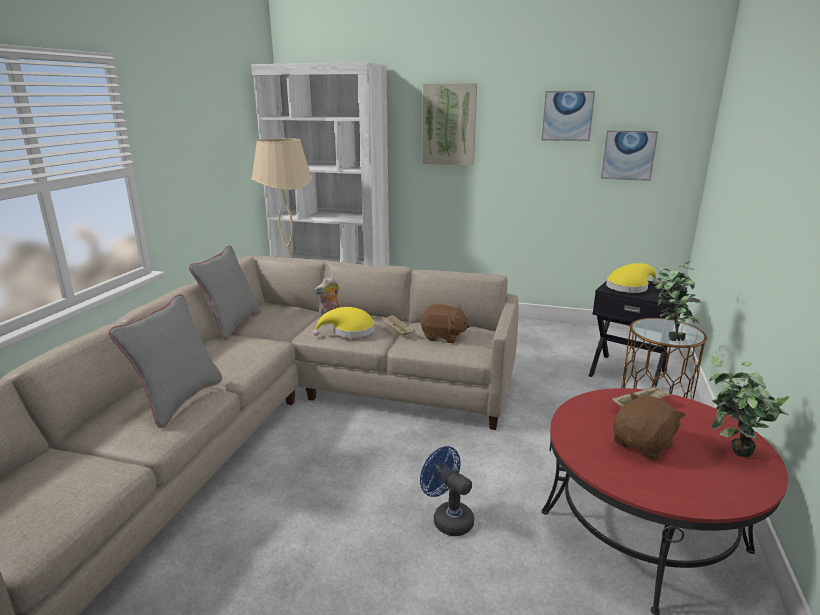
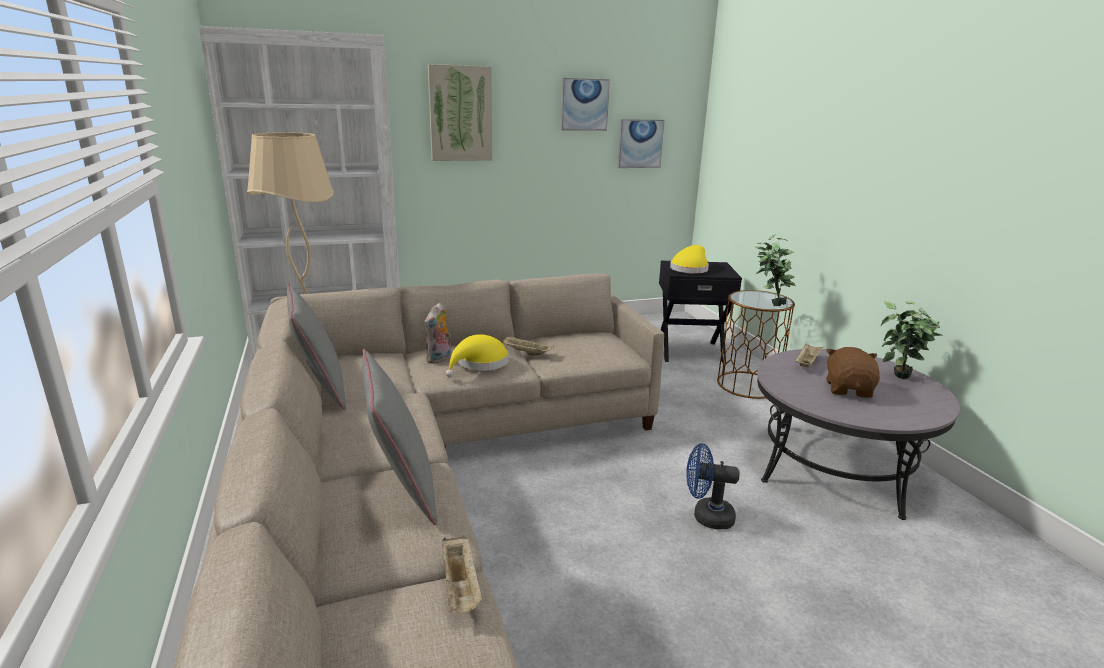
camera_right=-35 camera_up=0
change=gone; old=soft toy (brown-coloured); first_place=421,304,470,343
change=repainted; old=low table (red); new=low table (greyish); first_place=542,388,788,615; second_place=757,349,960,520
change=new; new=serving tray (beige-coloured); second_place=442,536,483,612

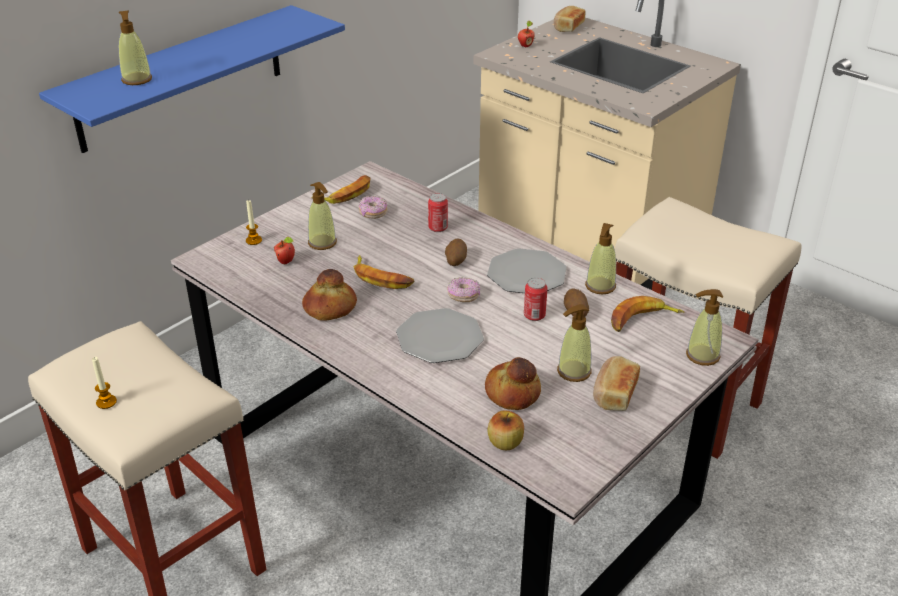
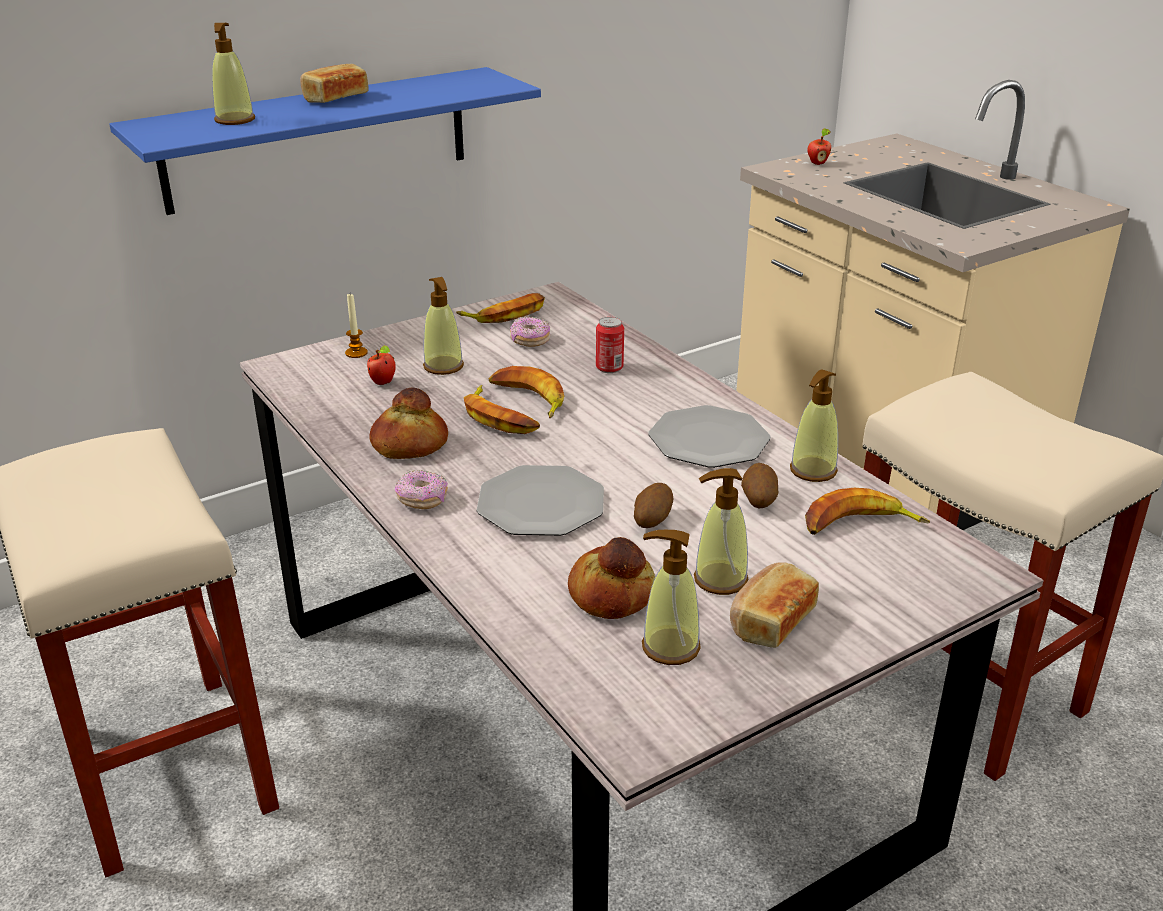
camera_right=15 camera_up=-5
change=shifted; old=bread; first_place=554,6,585,32; second_place=300,64,369,103
change=shifted; old=spud; first_place=445,239,467,266; second_place=634,483,673,528
change=shifted; old=donut; first_place=447,277,480,302; second_place=395,470,448,509
change=gone; old=sealed can; first_place=524,278,548,321
change=shifted; old=liquid soap bottle; first_place=686,289,723,366; second_place=642,530,701,665
change=gone; old=candle; first_place=92,357,117,409
change=gone; old=apple; first_place=488,410,524,450
change=new; new=whole banana; second_place=489,366,564,418

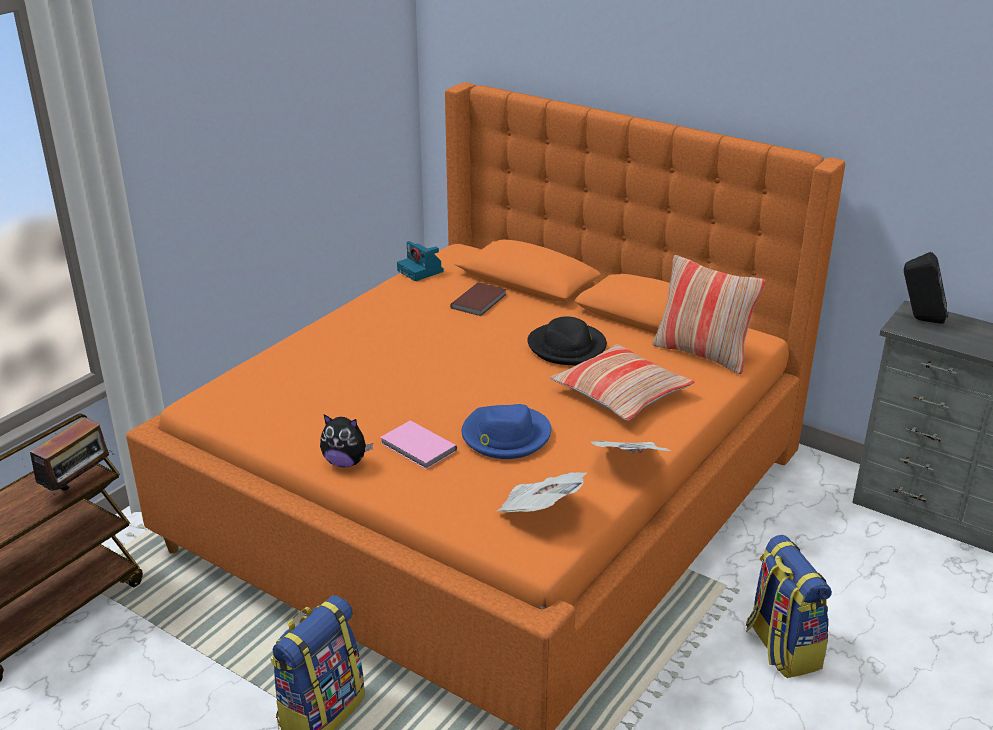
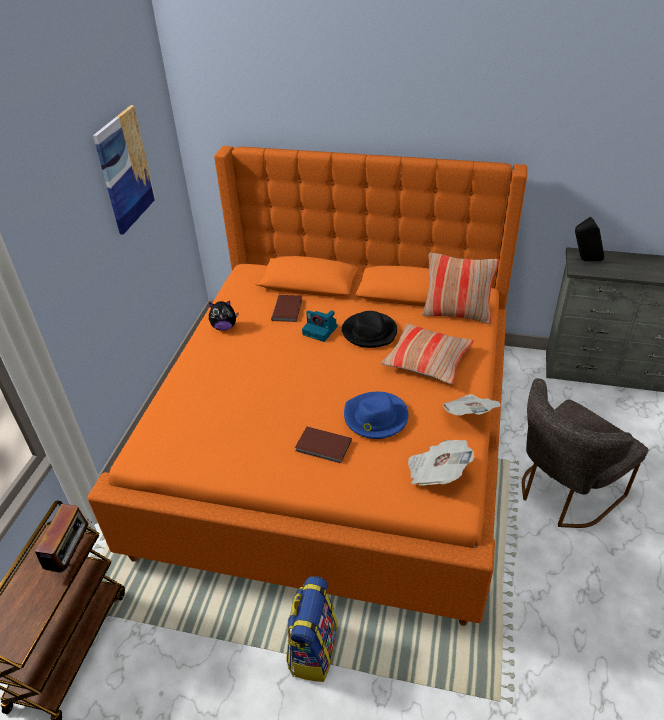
camera_right=-20 camera_up=10
change=shifted; old=still camera; first_place=397,241,444,281; second_place=302,310,338,342
change=shifted; old=soft toy; first_place=320,414,373,467; second_place=209,300,238,331
change=repainted; old=volume (pinkish); new=volume (brown-coloured); first_place=380,420,457,469; second_place=295,426,352,464
change=swapped; old=backpack; new=chair (greyish); first_place=746,535,832,678; second_place=522,378,649,528
change=new; new=wall art; second_place=93,105,155,235

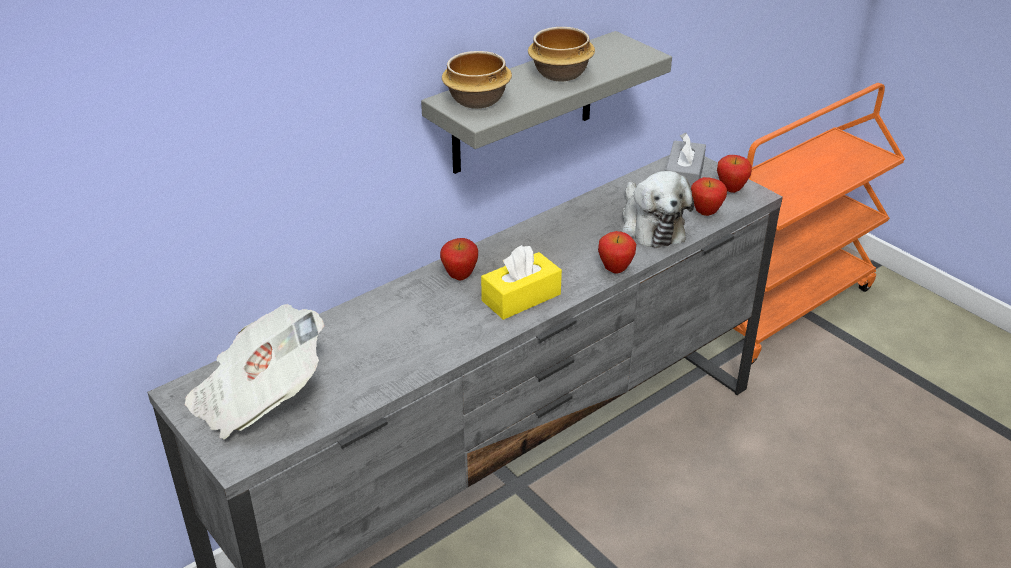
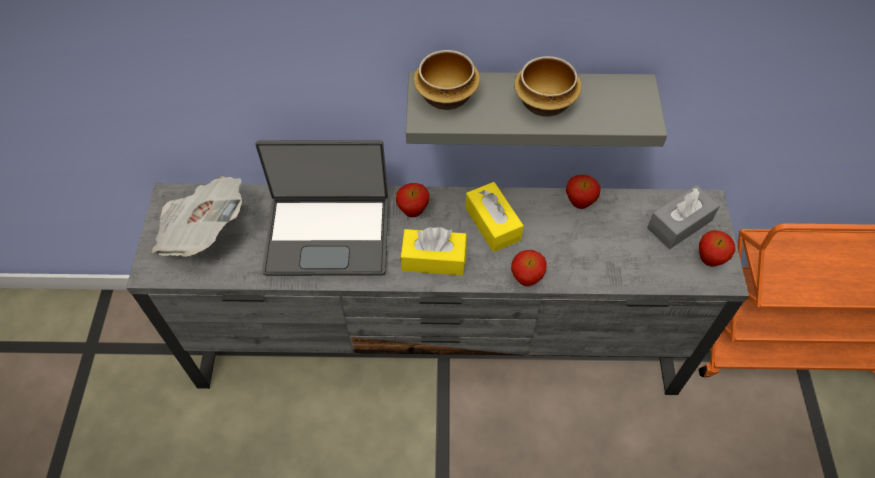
camera_right=40 camera_up=20
change=gone; old=soft toy; first_place=621,171,694,248
change=shifted; old=apple; first_place=691,177,727,216; second_place=566,175,601,209
change=new; new=notebook computer; second_place=256,140,388,276
change=new; new=box of tissues (yellow-coloured); second_place=465,182,524,252

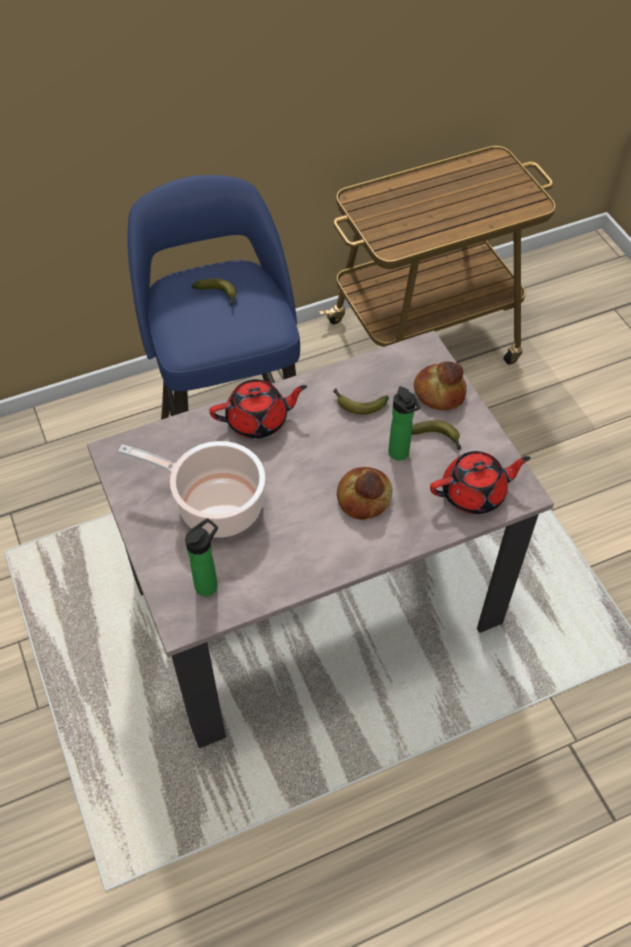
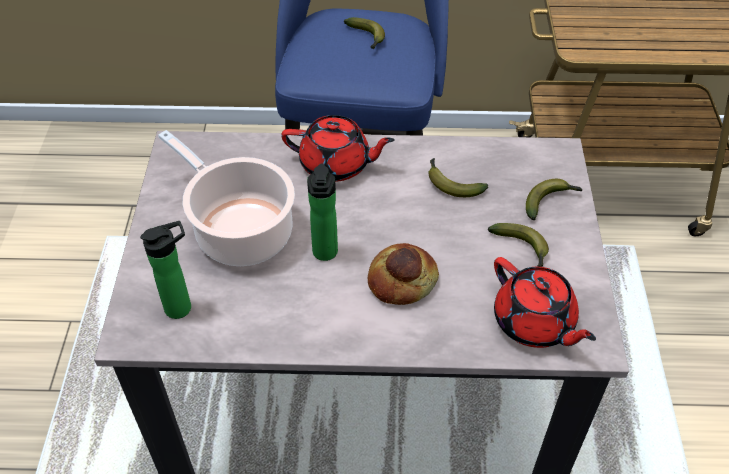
camera_right=25 camera_up=-5
change=swapped; old=bread; new=whole banana; first_place=414,361,467,410; second_place=526,179,582,220
change=shifted; old=beverage bottle; first_place=388,386,420,460; second_place=307,164,338,261
change=rotated; old=tea pot (red); first_place=430,451,531,514; second_place=494,257,596,348; degrees=45

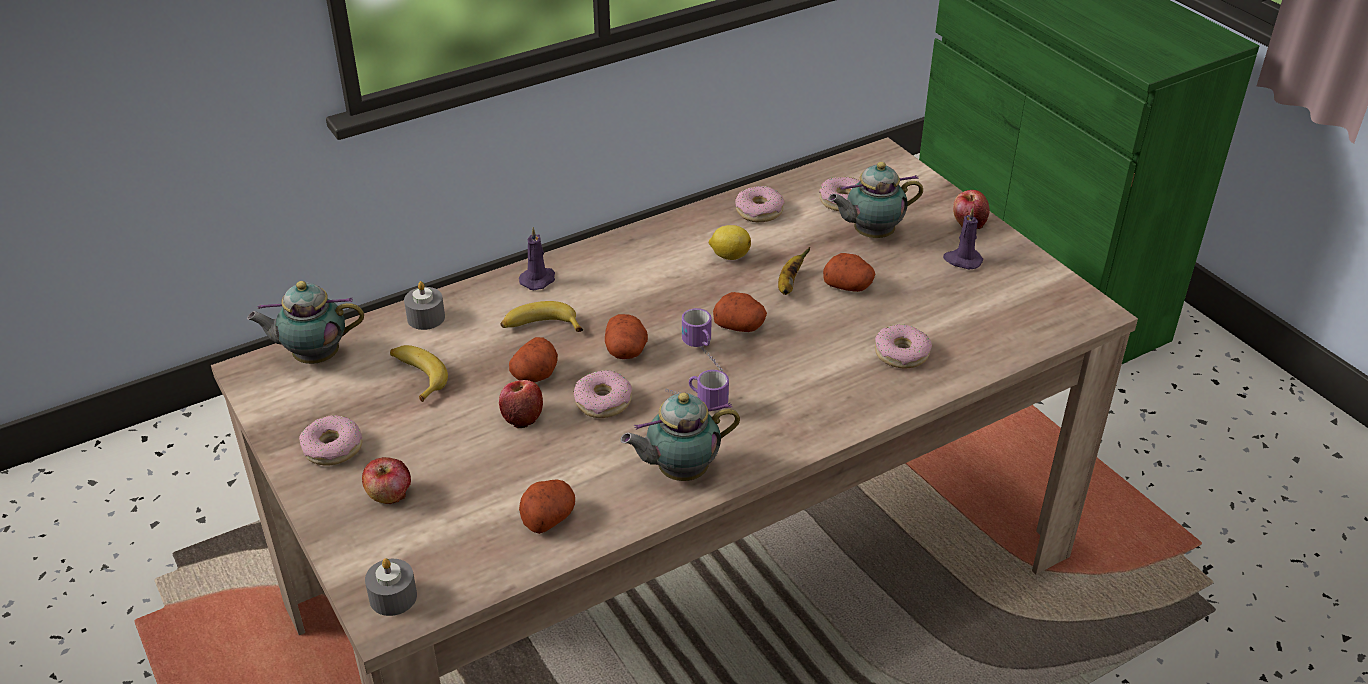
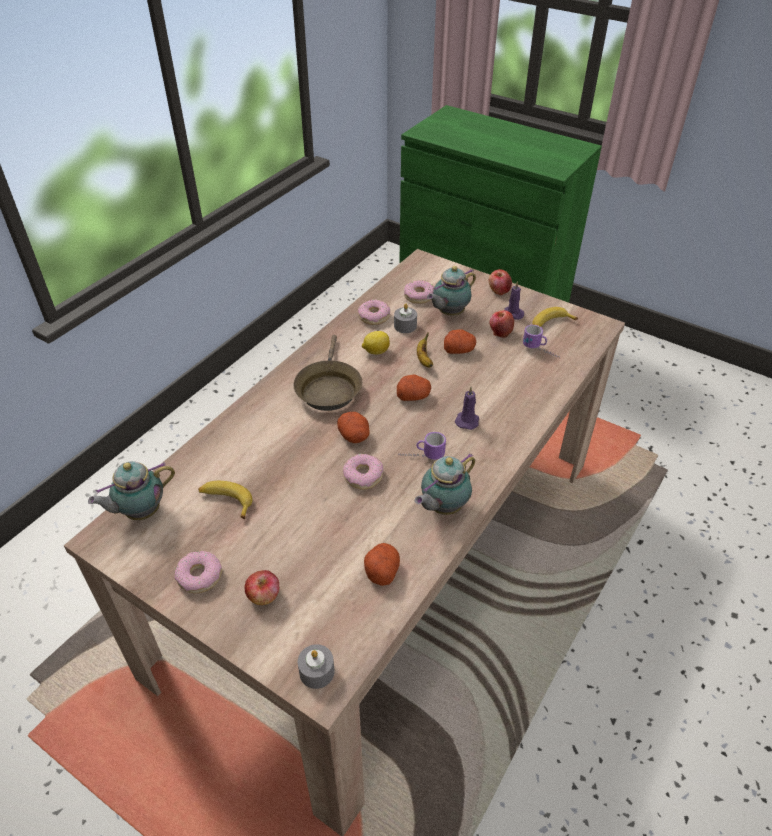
camera_right=-25 camera_up=5
change=shifted; old=candle (purple); first_place=519,227,555,290; second_place=455,387,479,430
change=shifted; old=candle (greyish); first_place=404,281,445,330; second_place=394,304,417,333
change=shifted; old=whole banana; first_place=500,301,583,332; second_place=532,307,578,327
change=shifted; old=mug; first_place=682,308,723,372; second_place=523,325,560,358
change=gone; old=donut; first_place=875,324,932,368
change=gone; old=spud; first_place=509,337,558,382
change=shifted; old=apple; first_place=499,380,543,428; second_place=490,310,514,338
change=new; new=pan (brown-coloured); second_place=294,335,362,411

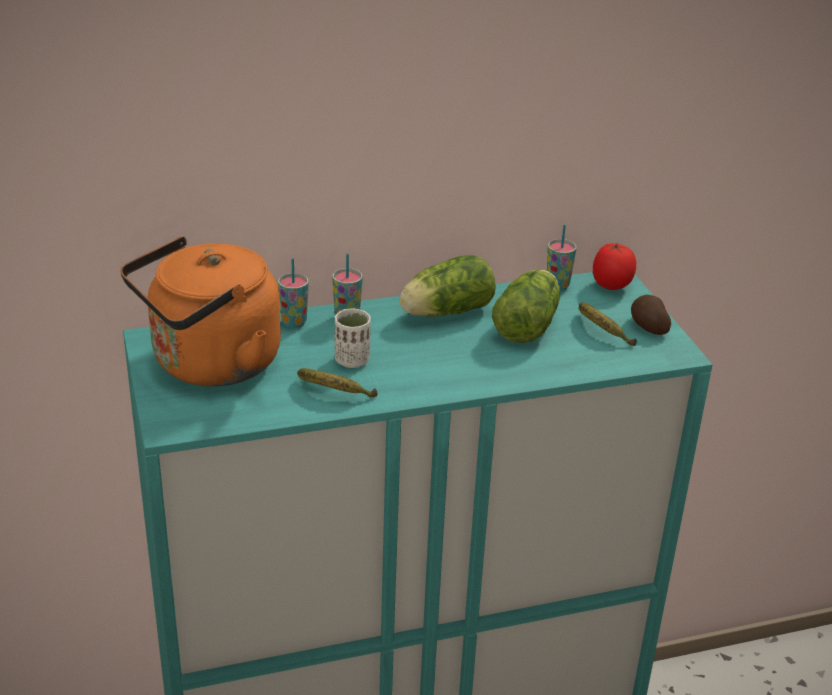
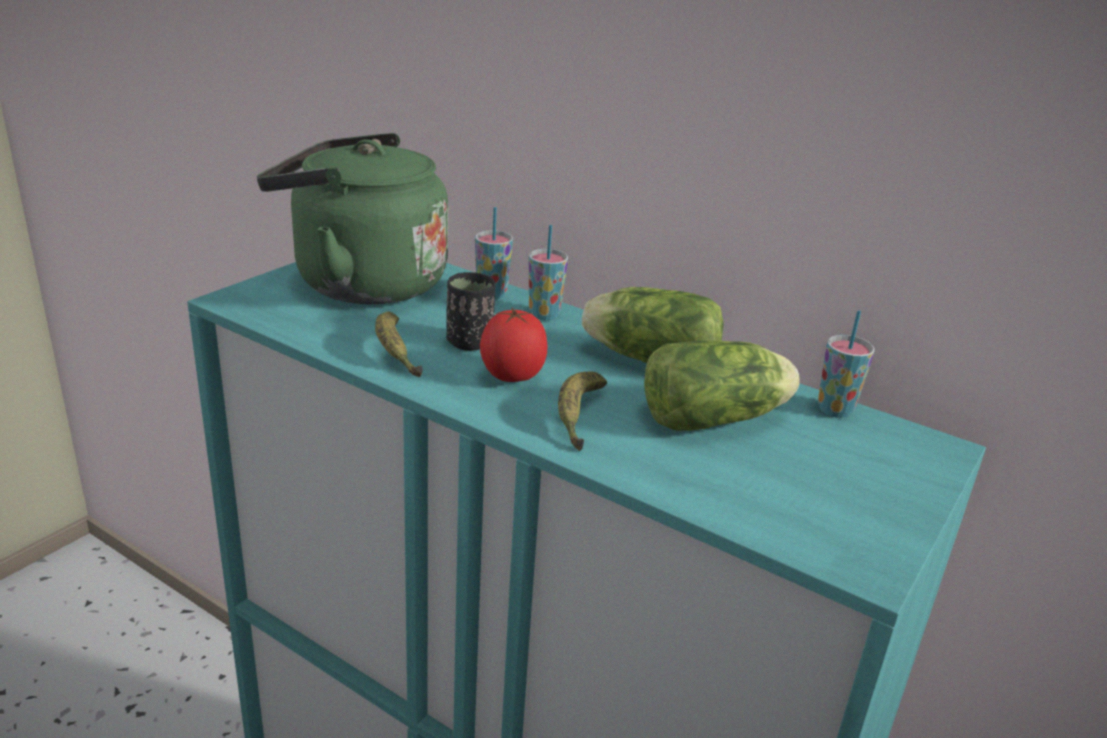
camera_right=50 camera_up=-5
change=repainted; old=kettle (orange); new=kettle (green-coloured); first_place=121,236,281,386; second_place=257,133,448,304
change=shifted; old=tomato; first_place=593,242,636,290; second_place=480,308,548,382
change=gone; old=spud; first_place=631,295,671,335
change=shifted; old=whole banana; first_place=579,302,637,346; second_place=558,371,607,451
change=repainted; old=drinking cup (white); new=drinking cup (blackish); first_place=334,309,371,368; second_place=446,272,496,351

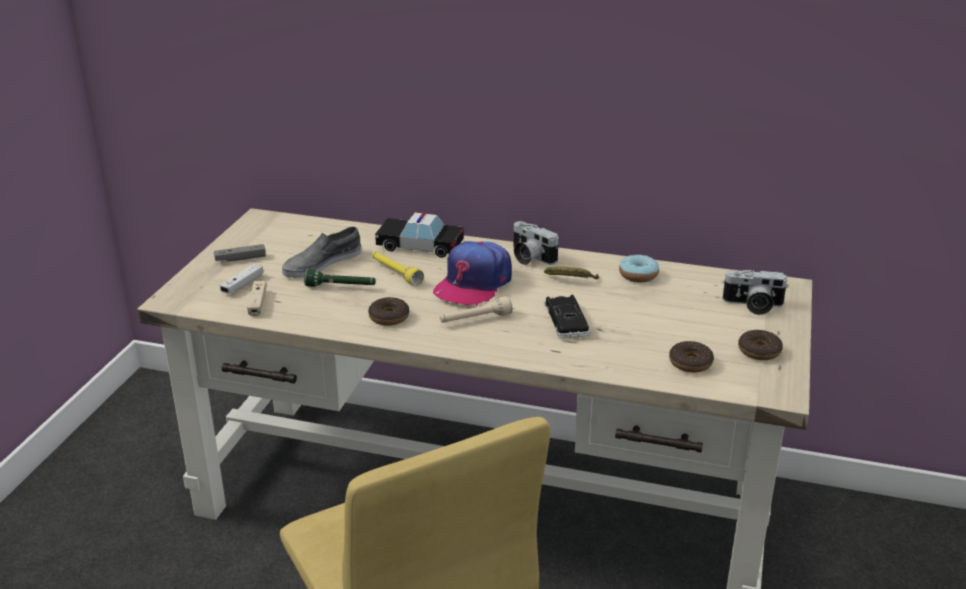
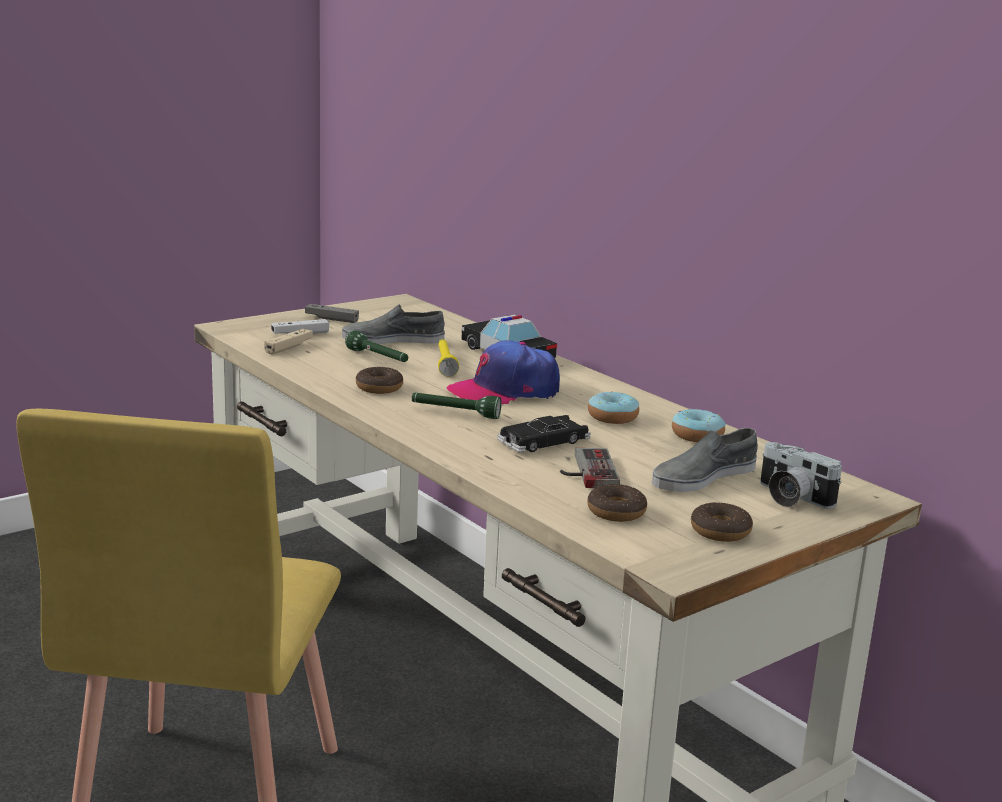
camera_right=35 camera_up=-10
change=gone; old=still camera; first_place=513,221,559,265
change=swapped; old=whole banana; new=donut; first_place=544,267,599,279; second_place=588,391,639,424
change=rotated; old=toy car (blackish); first_place=544,295,590,338; second_place=497,415,591,453; degrees=-150
change=repainted; old=hand torch (beige-coloured); new=hand torch (green-coloured); first_place=440,296,513,323; second_place=412,393,502,419
change=new; new=low shoe (greyish); second_place=652,428,758,492
change=new; new=joypad; second_place=560,448,620,488

